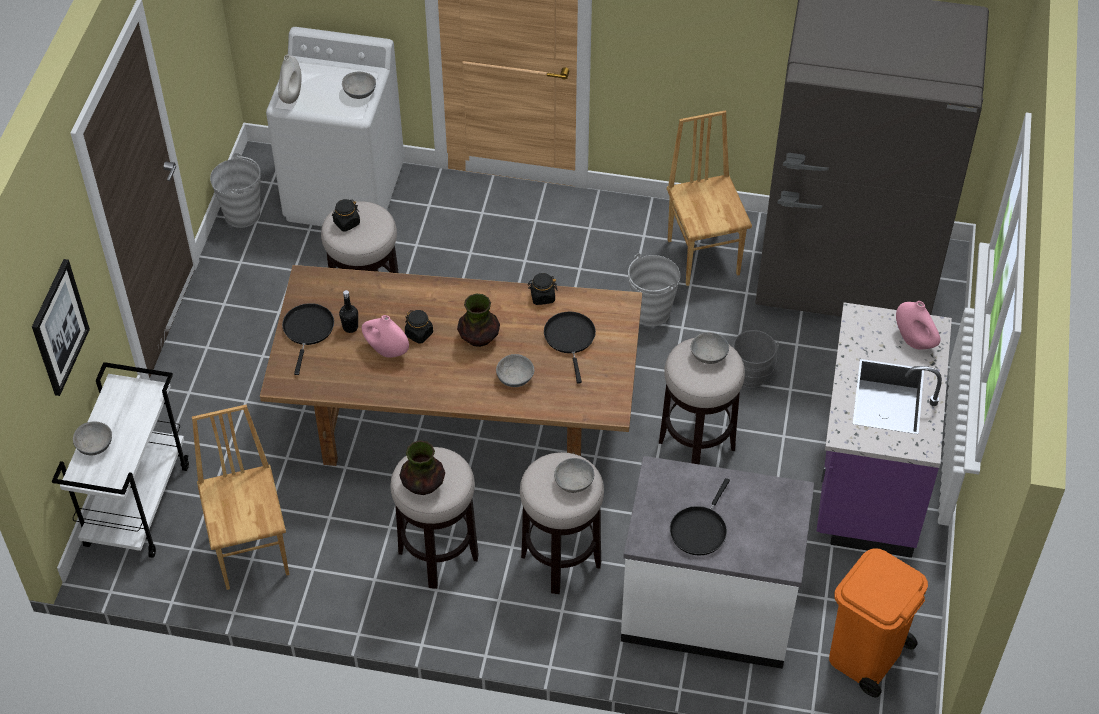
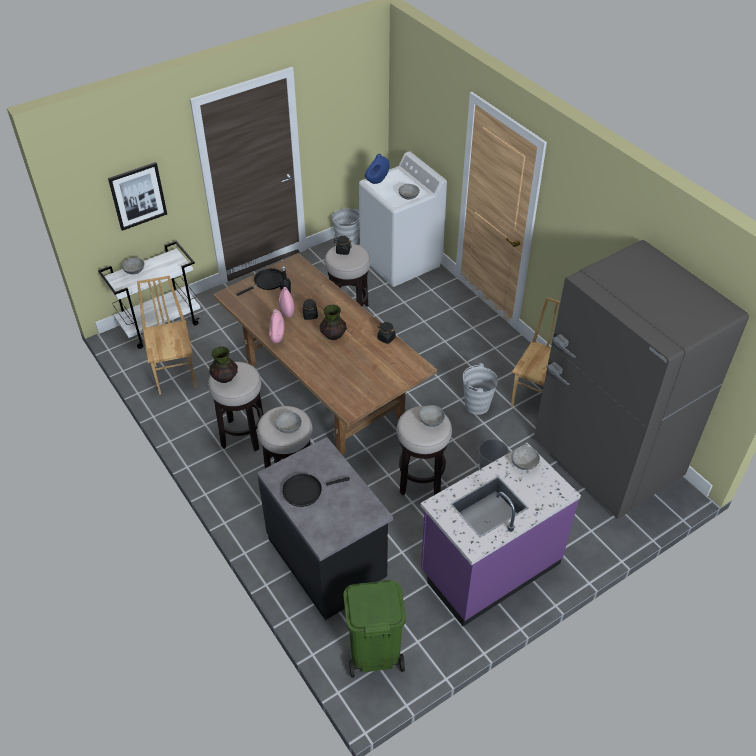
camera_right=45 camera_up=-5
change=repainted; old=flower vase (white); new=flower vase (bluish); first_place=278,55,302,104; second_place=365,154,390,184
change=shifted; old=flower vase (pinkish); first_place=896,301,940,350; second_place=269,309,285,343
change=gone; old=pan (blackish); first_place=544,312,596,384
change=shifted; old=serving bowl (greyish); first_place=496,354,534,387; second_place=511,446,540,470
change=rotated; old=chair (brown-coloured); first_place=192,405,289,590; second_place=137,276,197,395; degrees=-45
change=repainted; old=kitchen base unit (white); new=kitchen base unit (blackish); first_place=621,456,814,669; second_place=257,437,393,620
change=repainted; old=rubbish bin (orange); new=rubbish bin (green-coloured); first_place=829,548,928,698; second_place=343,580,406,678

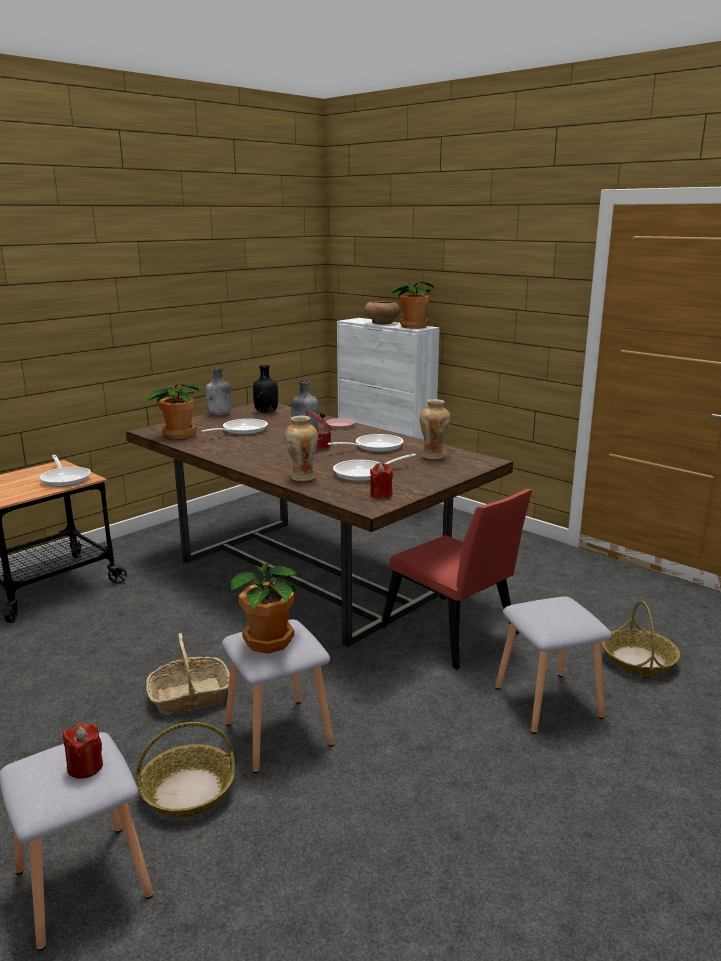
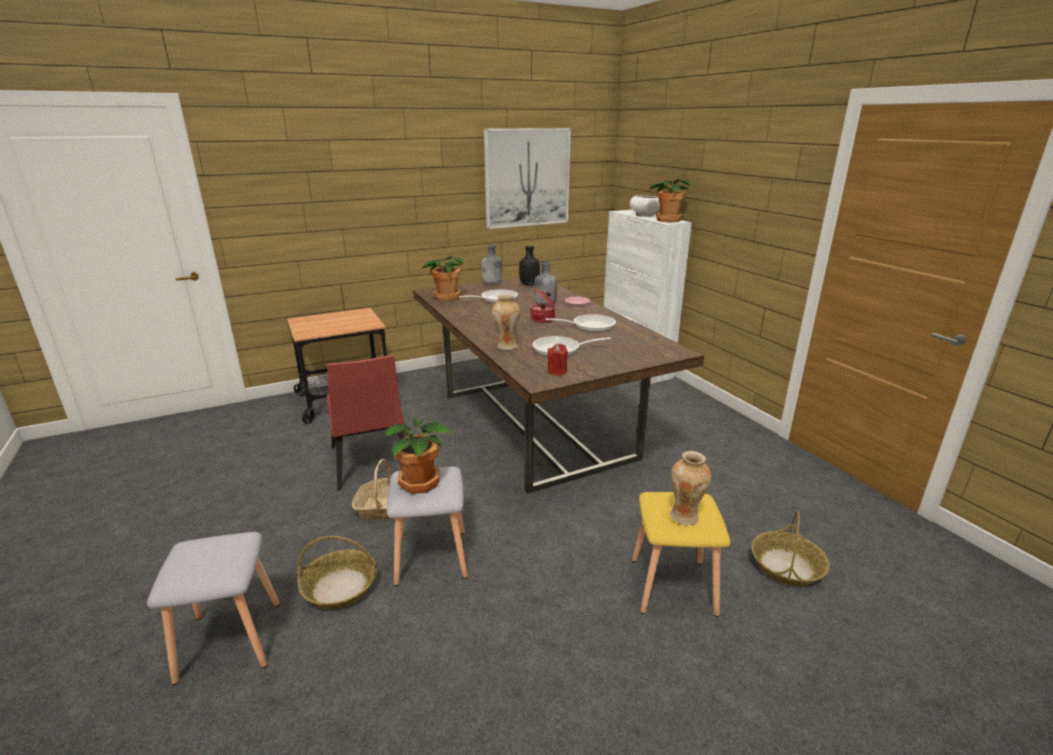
camera_right=20 camera_up=5
change=repainted; old=serving bowl (brown-coloured); new=serving bowl (white); first_place=364,301,400,324; second_place=630,195,660,217
change=shifted; old=flower vase; first_place=420,399,450,459; second_place=670,451,711,525
change=gone; old=pan; first_place=40,455,91,487
change=shifted; old=chair (red); first_place=382,489,532,670; second_place=326,355,404,491
change=repainted; old=stool (greyish); new=stool (yellow-coloured); first_place=495,596,612,734; second_place=631,492,731,617
change=gone; old=candle (red); first_place=63,723,103,779
change=new; new=wall art; second_place=484,128,571,229

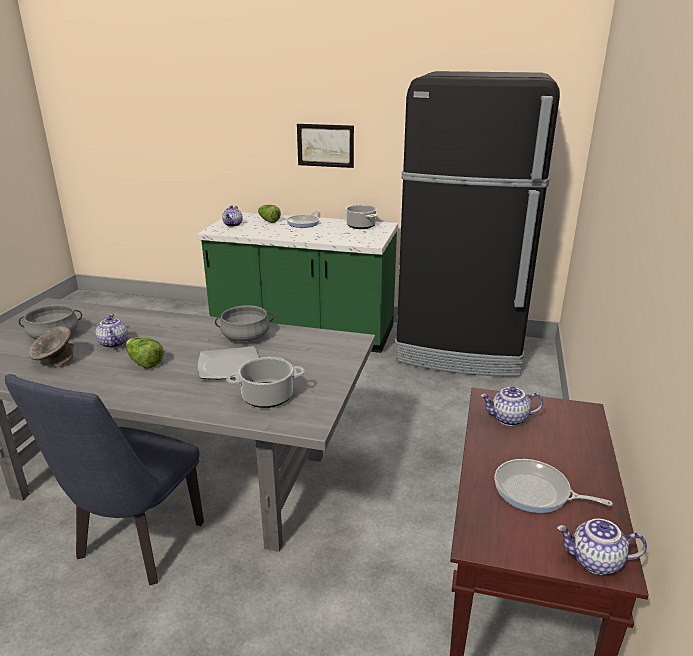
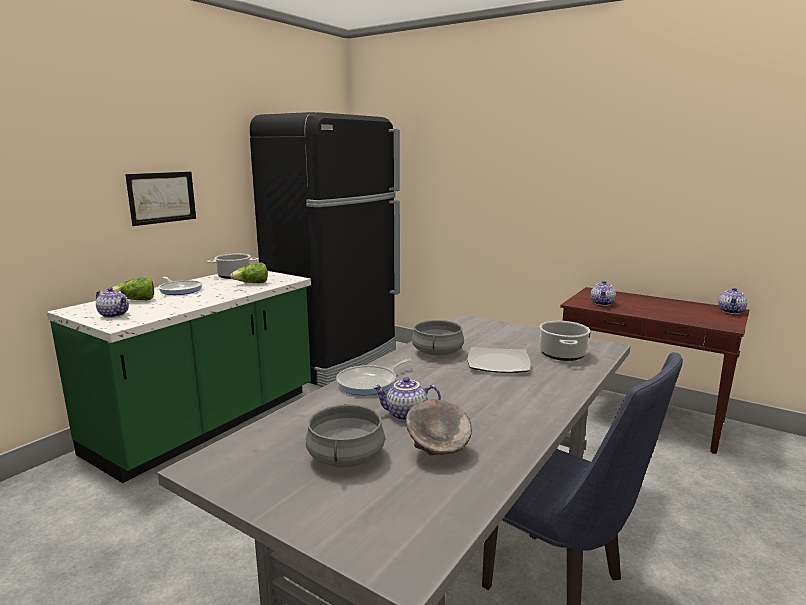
camera_right=-70 camera_up=-10
change=shifted; old=head of lettuce; first_place=126,337,164,368; second_place=230,262,268,283
change=shifted; old=pan; first_place=494,459,613,513; second_place=336,359,411,395

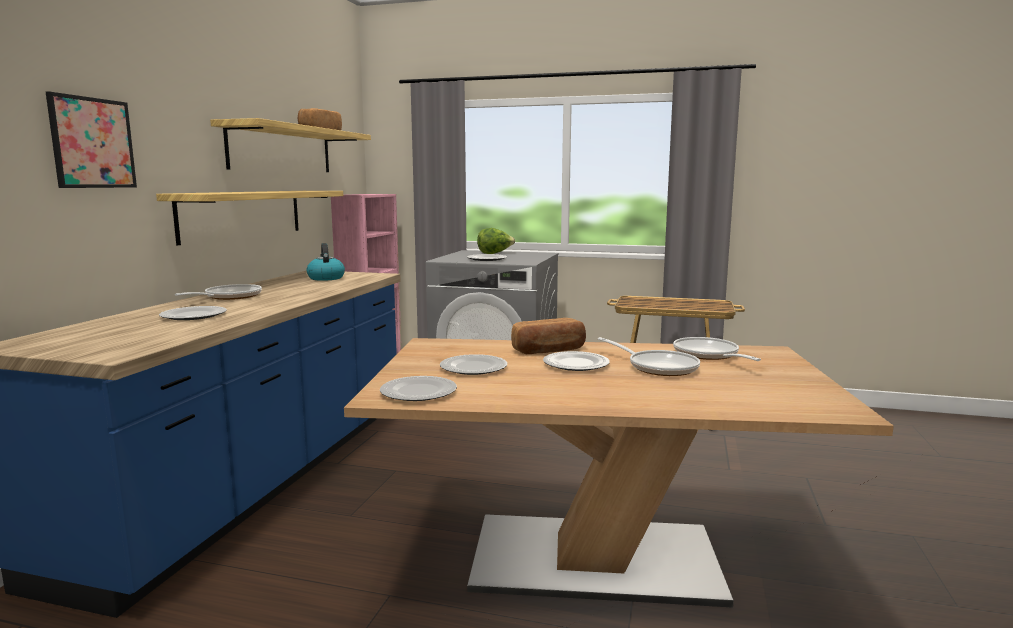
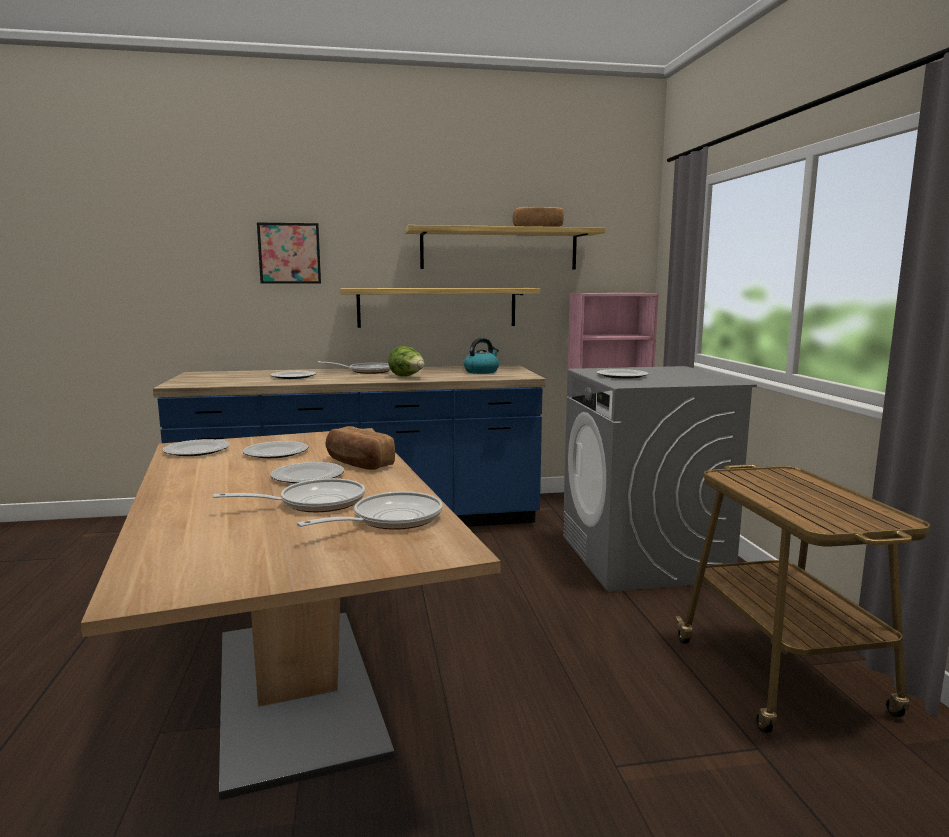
camera_right=65 camera_up=0
change=shifted; old=head of lettuce; first_place=477,228,515,254; second_place=388,346,425,377
change=rotated; old=pan; first_place=598,337,700,376; second_place=213,478,365,512; degrees=-135

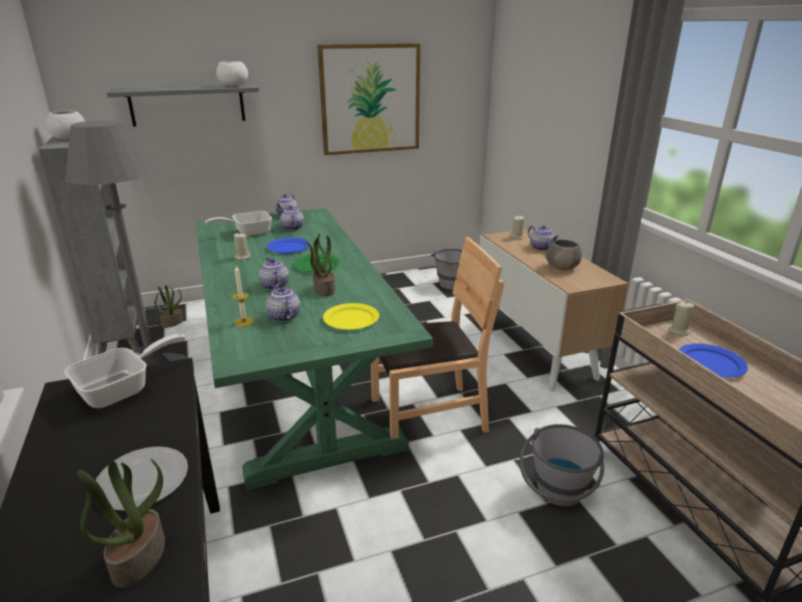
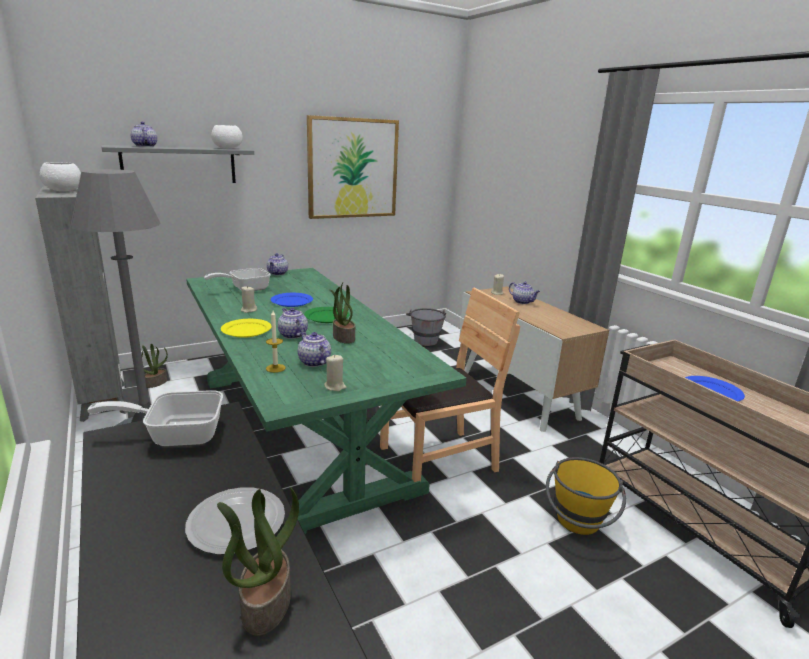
camera_right=-10 camera_up=-5
change=shifted; old=tea pot; first_place=280,206,304,230; second_place=130,122,157,147
change=gone; old=serving bowl (greyish); first_place=546,240,582,270
change=shifted; old=candle (beige-coloured); first_place=668,302,694,336; second_place=324,355,346,391
change=shifted; old=plate (yellow-coloured); first_place=323,303,379,330; second_place=221,319,272,338
change=rotated; old=pan; first_place=64,334,186,408; second_place=87,390,223,446; degrees=-135
change=repainted; old=pail (greyish); new=pail (yellow-coloured); first_place=519,424,604,507; second_place=546,457,626,535

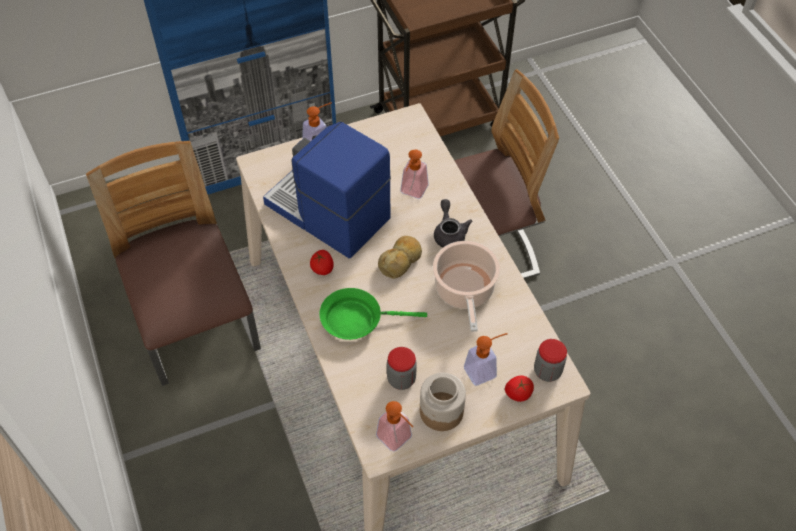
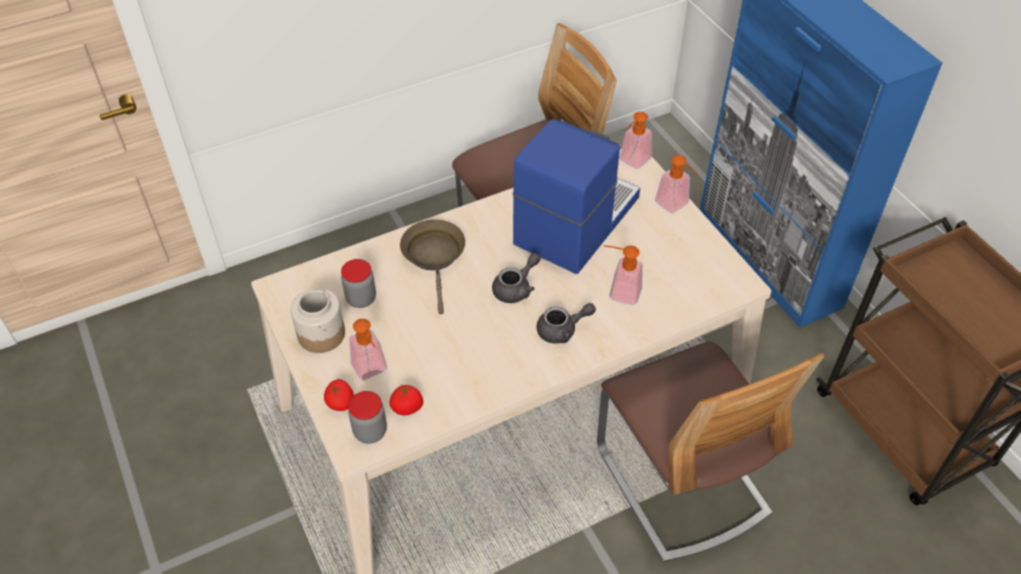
camera_right=85 camera_up=-5
change=swapped; old=bread; new=tea pot (greyish); first_place=378,236,422,279; second_place=492,253,541,303
change=gone; old=saucepot; first_place=433,241,500,332
change=shifted; old=tomato; first_place=310,250,334,275; second_place=389,385,423,416
change=repainted; old=pan (green-coloured); new=pan (brown-coloured); first_place=319,288,427,340; second_place=400,219,465,314
change=shifted; old=liquid soap bottle; first_place=376,401,414,452; second_place=619,112,652,169

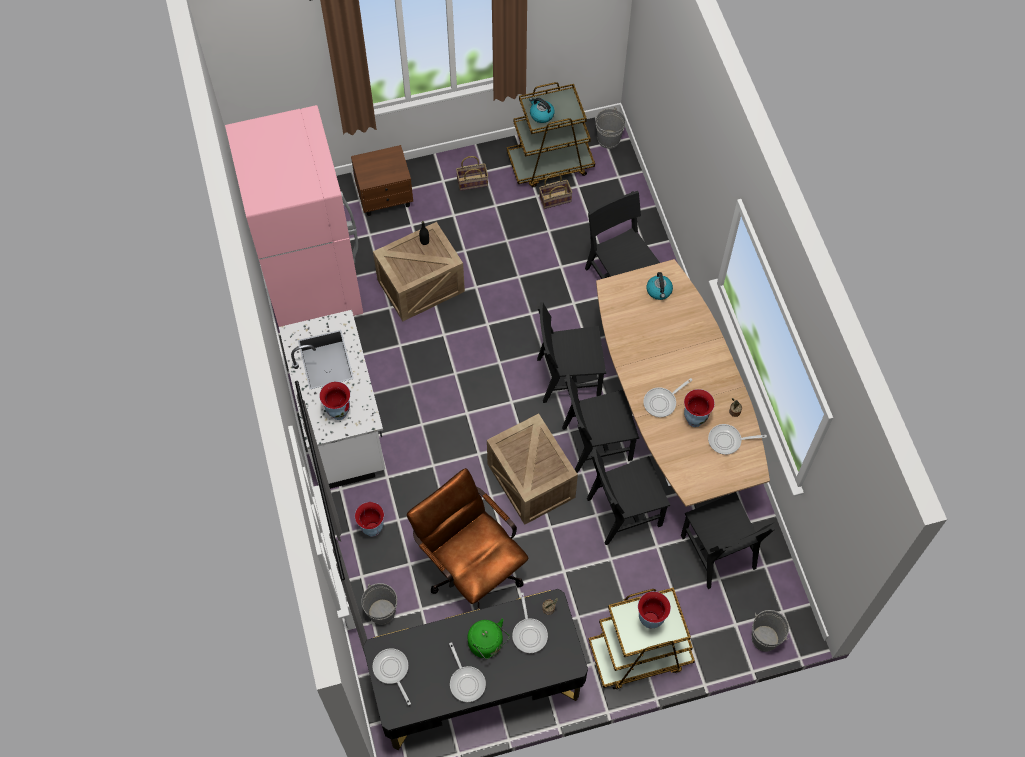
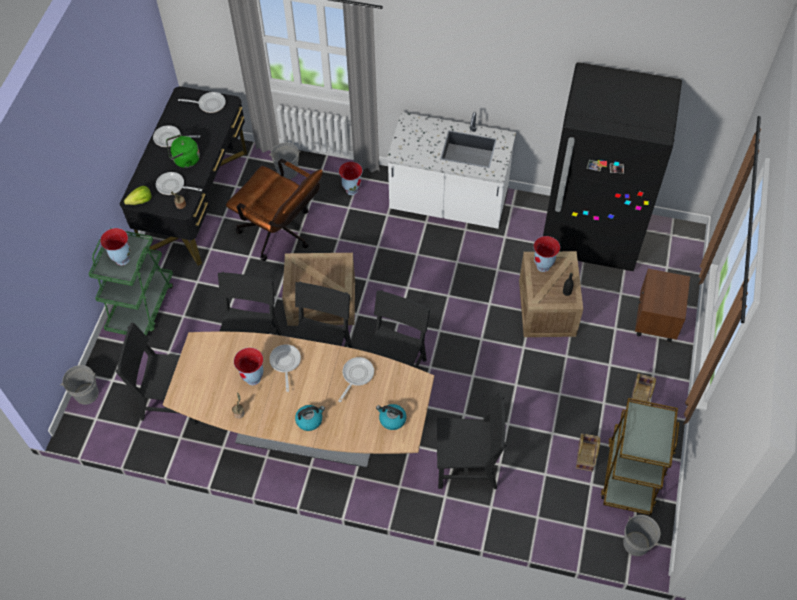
camera_right=120 camera_up=-5
change=shifted; old=kettle; first_place=529,97,555,123; second_place=295,405,325,431
change=repainted; old=kitchen fridge (pinkish); new=kitchen fridge (blackish); first_place=225,105,363,327; second_place=543,62,682,271
change=shifted; old=flower vase; first_place=319,382,350,420; second_place=534,236,560,272
change=shifted; old=pan; first_place=708,424,767,455; second_place=339,357,374,402
change=rotated; old=office chair (brown-coloured); first_place=407,468,528,609; second_place=226,159,323,261; degrees=45
change=repainted; old=cart (brown-coloured); new=cart (green-coloured); first_place=588,587,695,690; second_place=89,228,173,336
change=new; new=head of lettuce; second_place=124,186,152,205

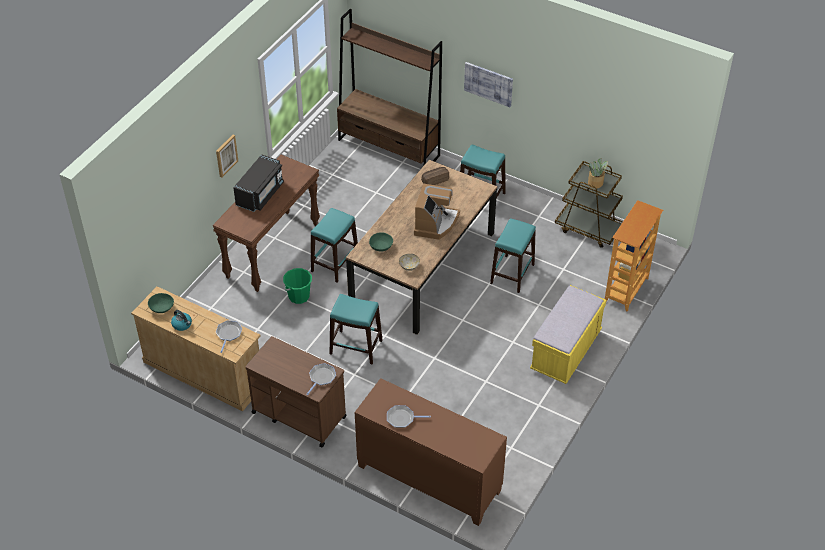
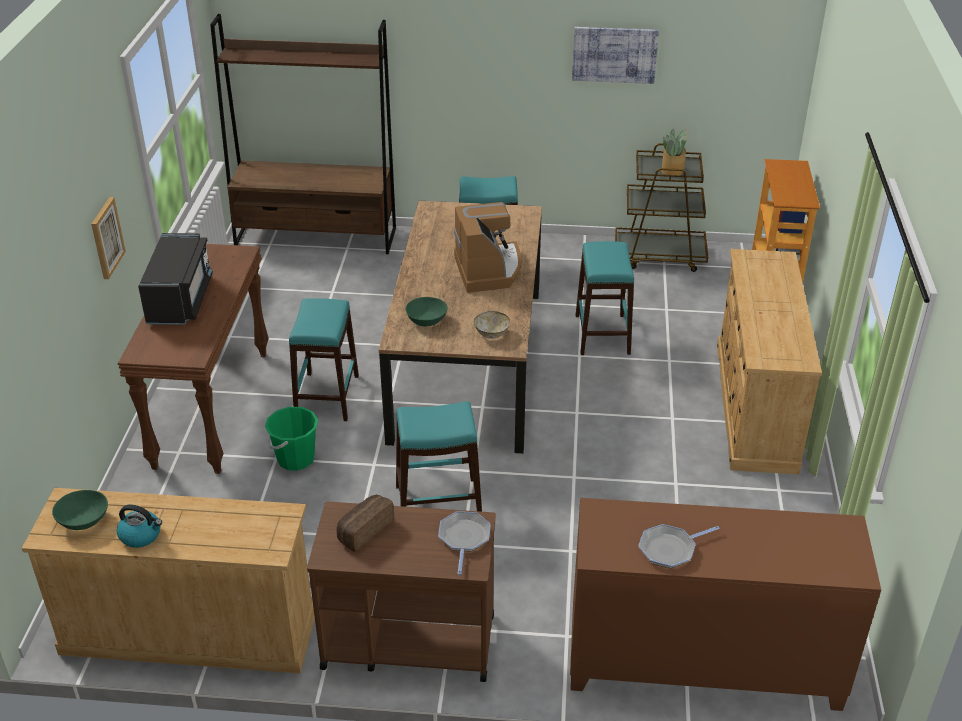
camera_right=-25 camera_up=-10
change=shifted; old=wall art; first_place=464,62,513,107; second_place=572,27,659,84
change=shifted; old=bread; first_place=421,167,449,185; second_place=336,494,394,552
change=swapped; old=long seat (yellow-coloured); new=drawer chest (beige-coloured); first_place=530,285,606,384; second_place=717,249,822,475
change=gone; old=pan; first_place=216,320,242,353

